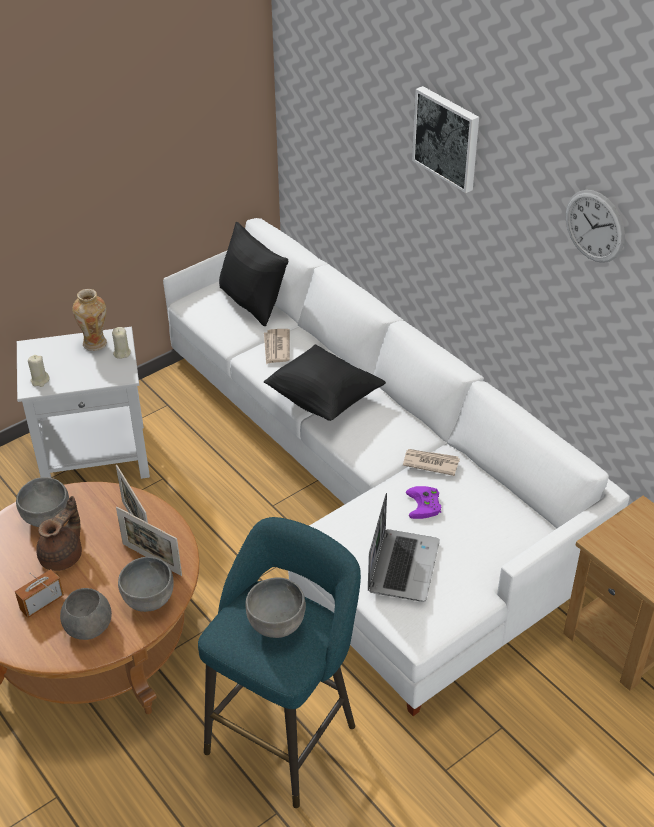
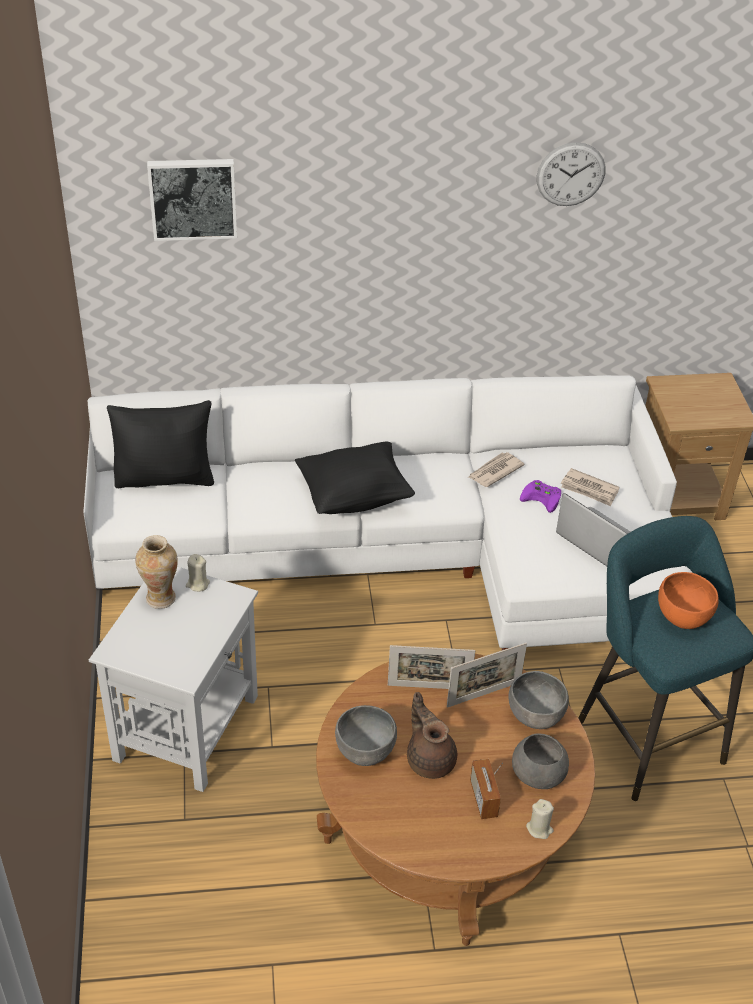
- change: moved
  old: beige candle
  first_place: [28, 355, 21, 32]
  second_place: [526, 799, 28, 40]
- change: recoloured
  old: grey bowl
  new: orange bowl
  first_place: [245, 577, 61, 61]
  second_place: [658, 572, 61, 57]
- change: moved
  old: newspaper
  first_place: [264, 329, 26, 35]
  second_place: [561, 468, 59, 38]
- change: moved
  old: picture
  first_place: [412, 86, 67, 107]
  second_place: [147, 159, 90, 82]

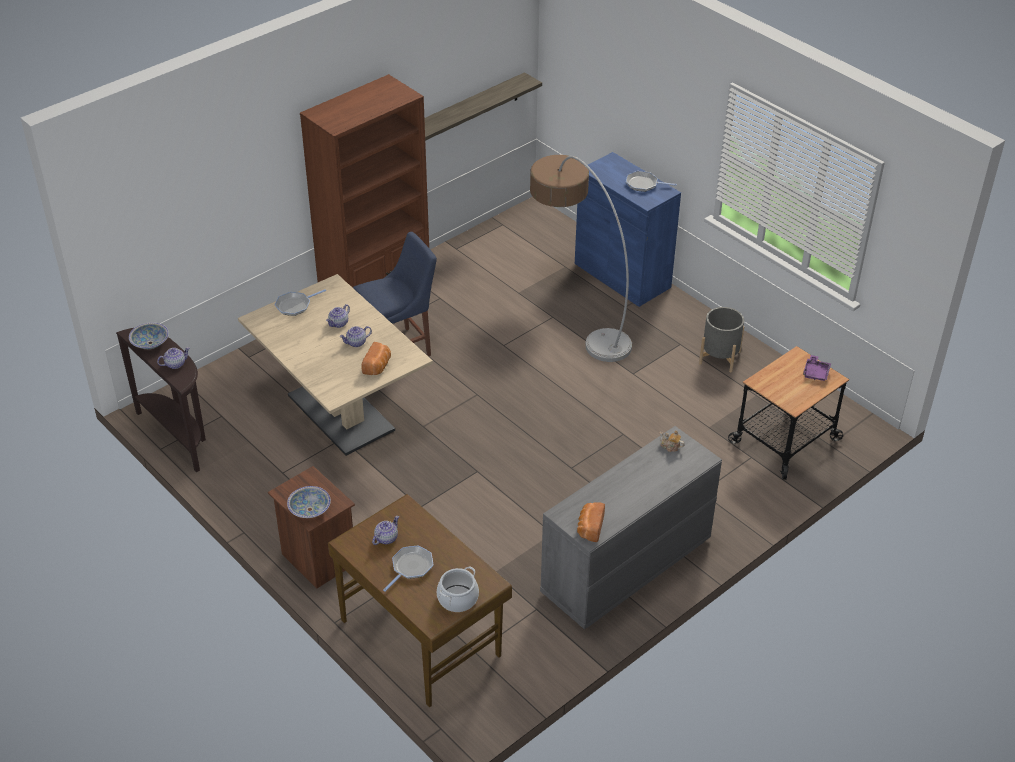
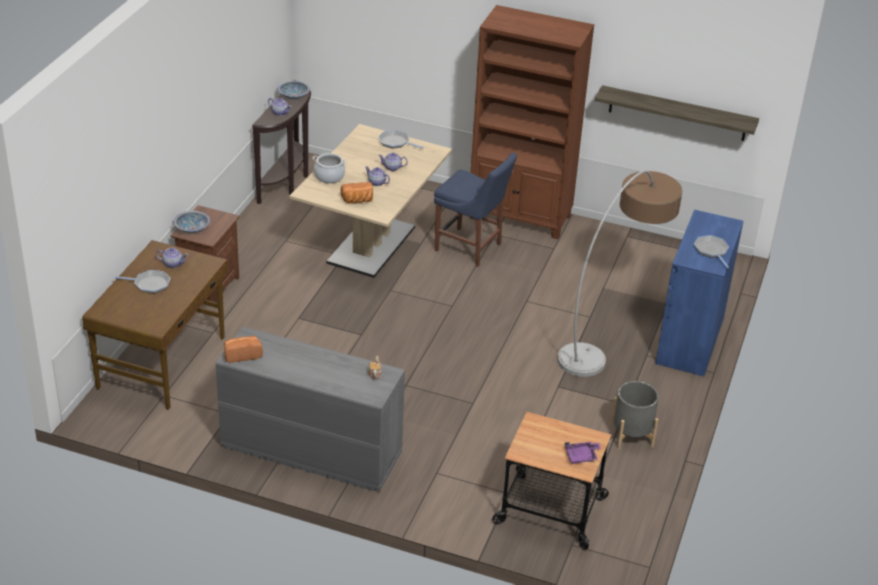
- change: moved
  old: cooking pot
  first_place: [437, 566, 42, 46]
  second_place: [313, 153, 34, 30]

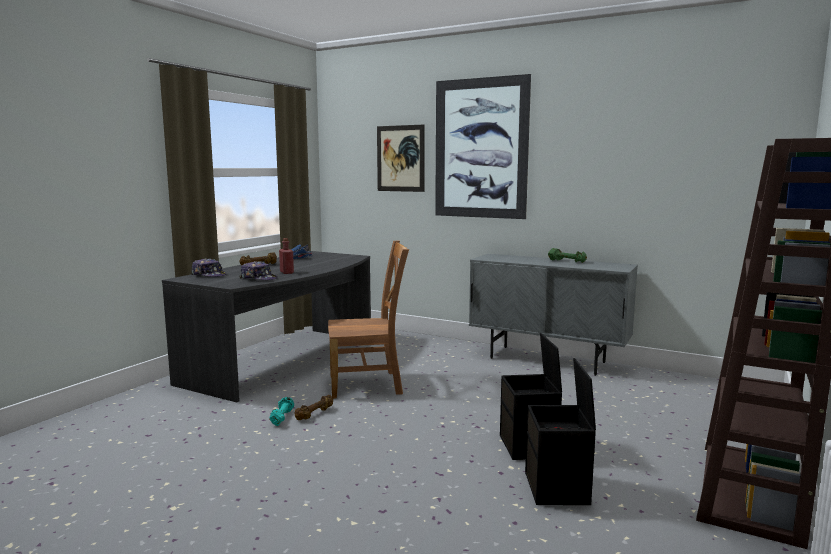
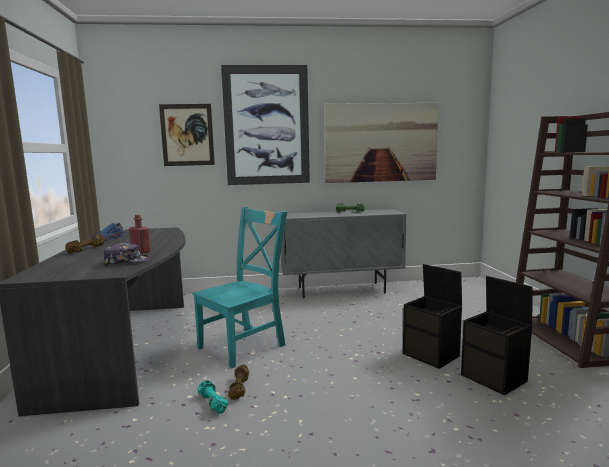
- change: removed
  old: cap
  first_place: [191, 258, 35, 19]
- change: recoloured
  old: brown chair
  new: turquoise chair
  first_place: [328, 240, 81, 159]
  second_place: [193, 207, 94, 161]
- change: added
  new: picture
  second_place: [324, 103, 114, 80]

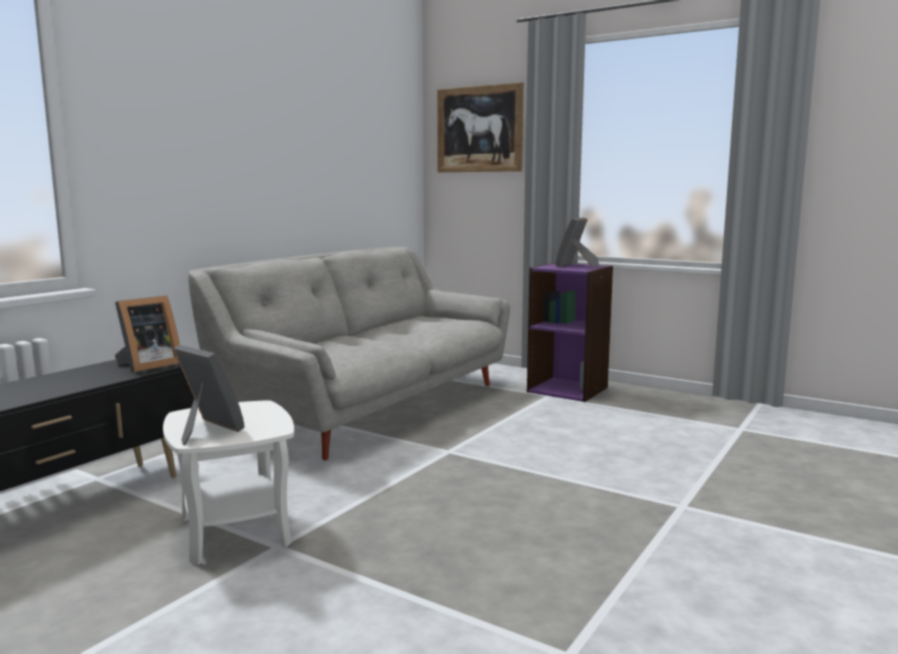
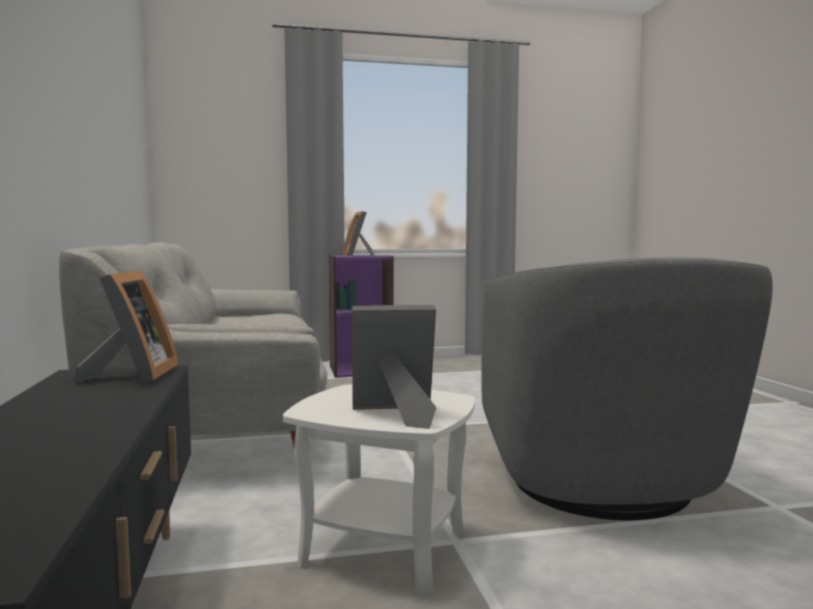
- change: removed
  old: picture
  first_place: [437, 82, 87, 90]
- change: added
  new: grey armchair
  second_place: [481, 257, 292, 263]

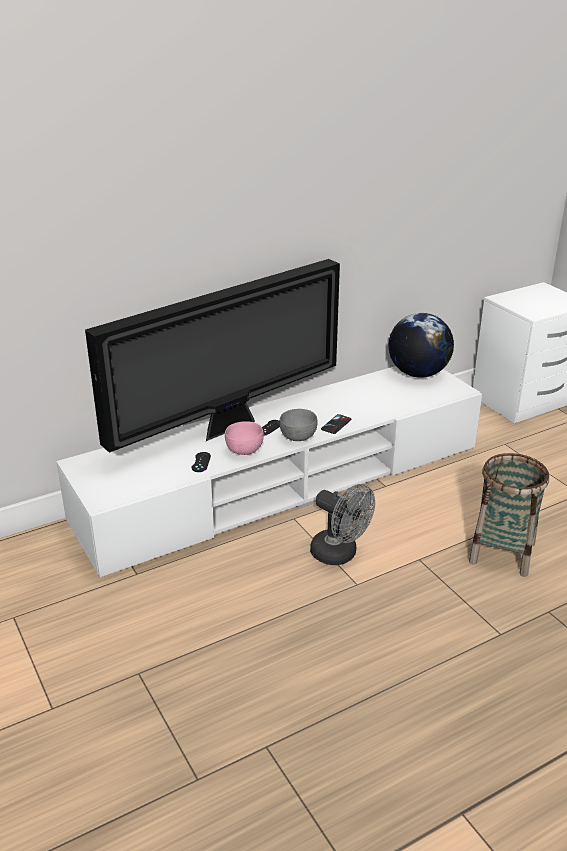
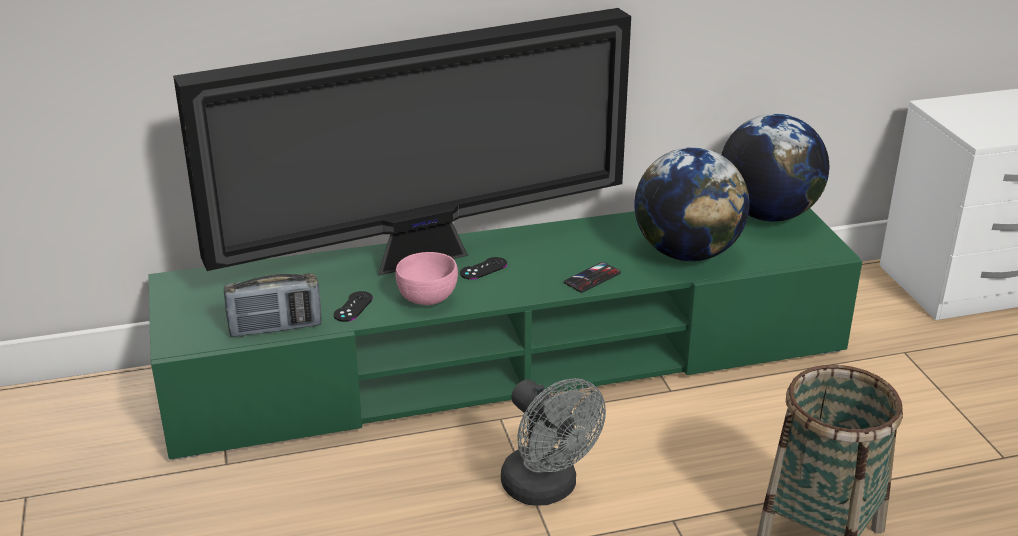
- change: recoloured
  old: white tv stand
  new: green tv stand
  first_place: [56, 366, 426, 211]
  second_place: [148, 208, 714, 252]
- change: removed
  old: grey bowl
  first_place: [279, 409, 39, 32]
- change: added
  new: radio
  second_place: [224, 273, 97, 64]
- change: added
  new: globe
  second_place: [634, 147, 116, 114]

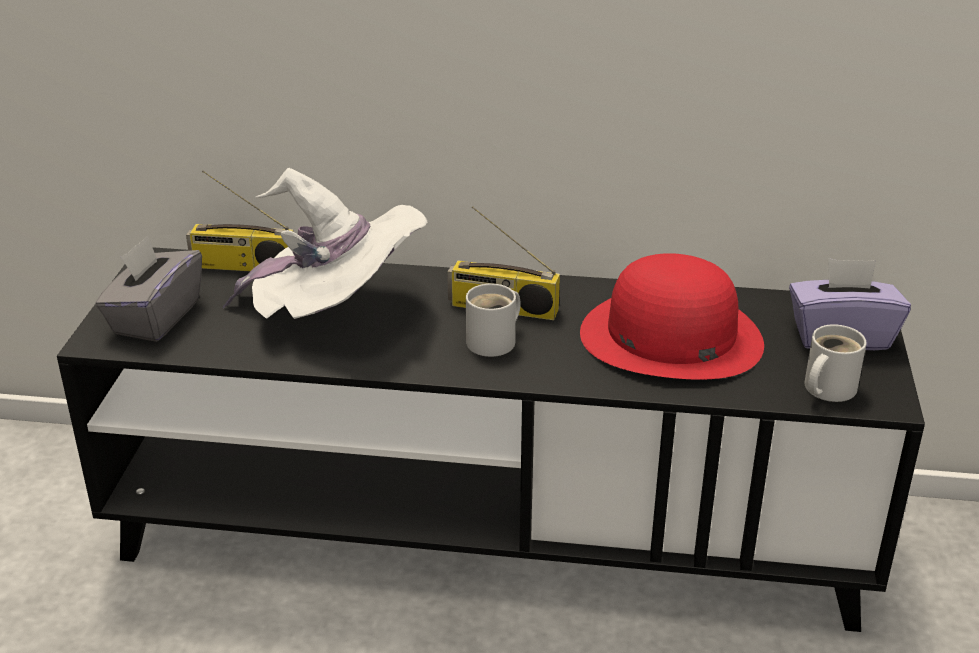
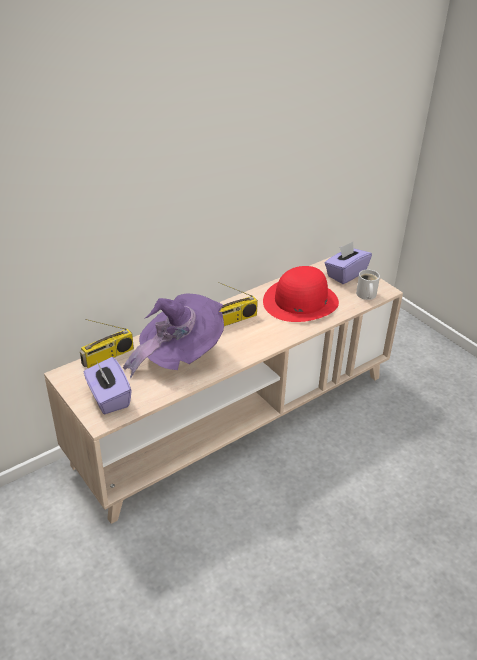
- change: recoloured
  old: black tv stand
  new: beige tv stand
  first_place: [57, 247, 868, 385]
  second_place: [44, 257, 359, 267]
- change: recoloured
  old: grey tissue box
  new: purple tissue box
  first_place: [95, 235, 107, 107]
  second_place: [84, 357, 48, 57]
- change: recoloured
  old: white hat
  new: purple hat
  first_place: [223, 168, 204, 151]
  second_place: [123, 293, 101, 85]
- change: removed
  old: white mug
  first_place: [466, 284, 55, 73]

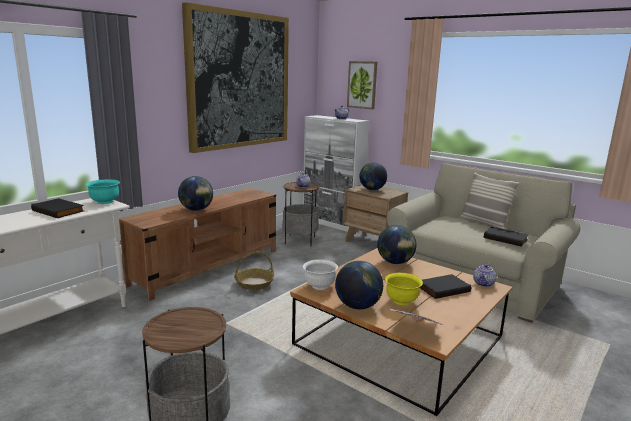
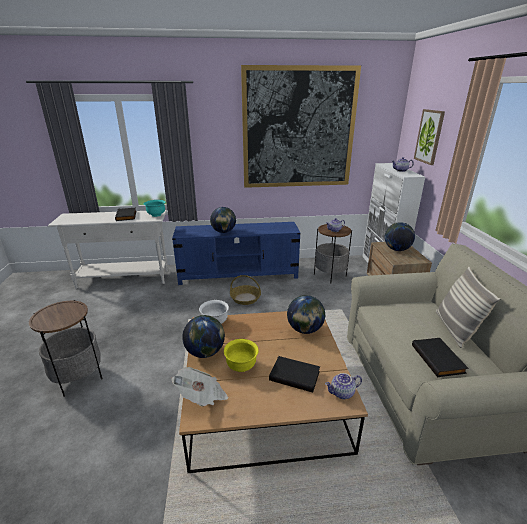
- change: recoloured
  old: brown tv stand
  new: blue tv stand
  first_place: [119, 188, 157, 113]
  second_place: [172, 222, 129, 63]

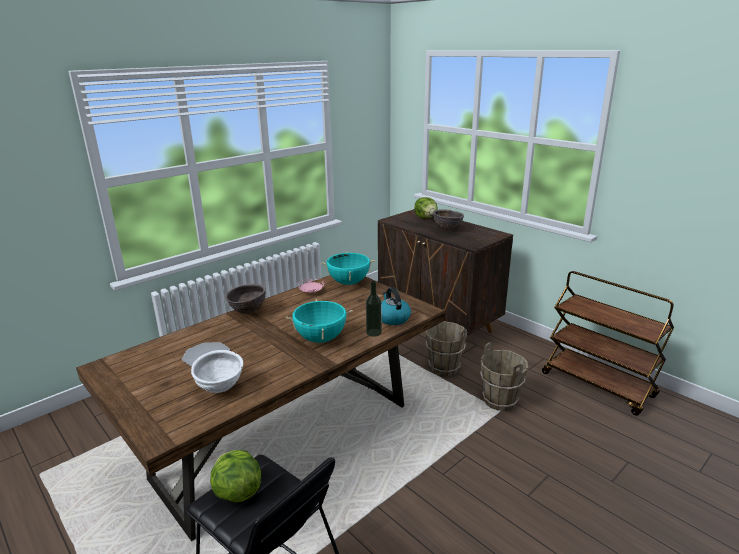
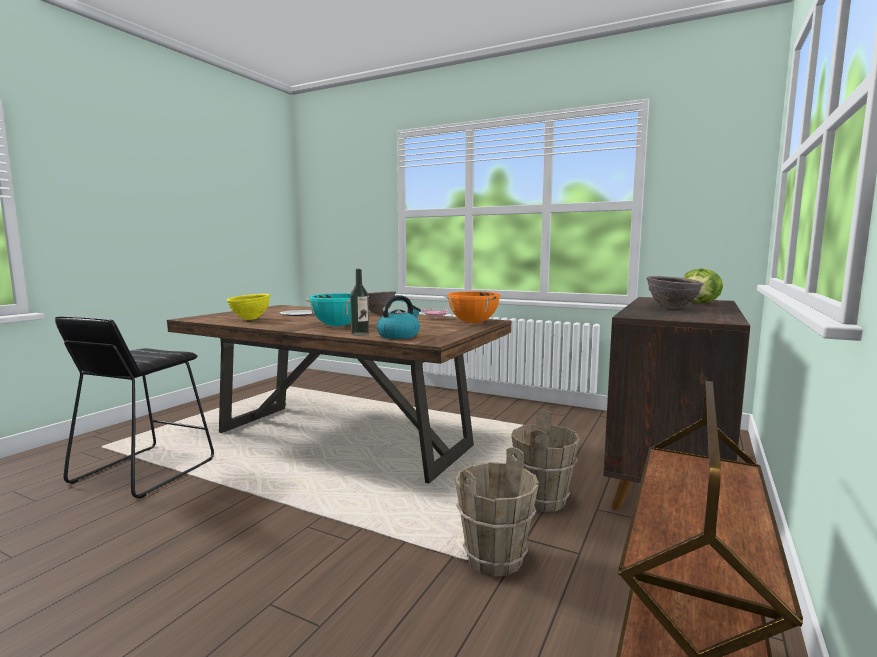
- change: recoloured
  old: white bowl
  new: yellow bowl
  first_place: [191, 350, 52, 43]
  second_place: [227, 294, 43, 26]
- change: removed
  old: lettuce
  first_place: [210, 450, 51, 53]
- change: recoloured
  old: turquoise cooking pot
  new: orange cooking pot
  first_place: [321, 252, 54, 33]
  second_place: [445, 292, 56, 31]

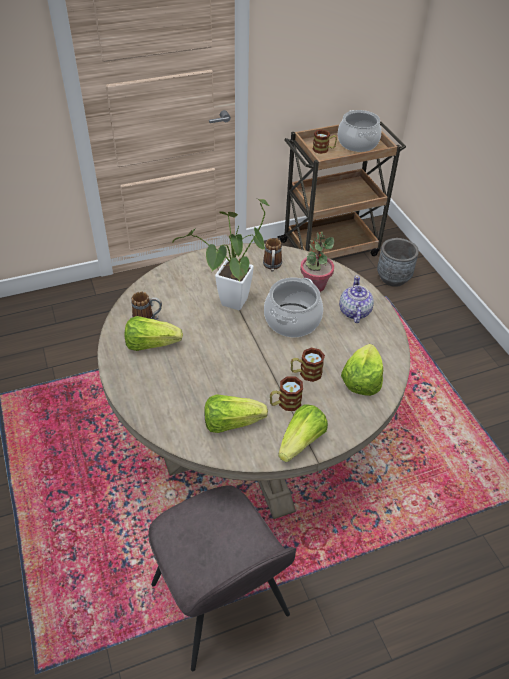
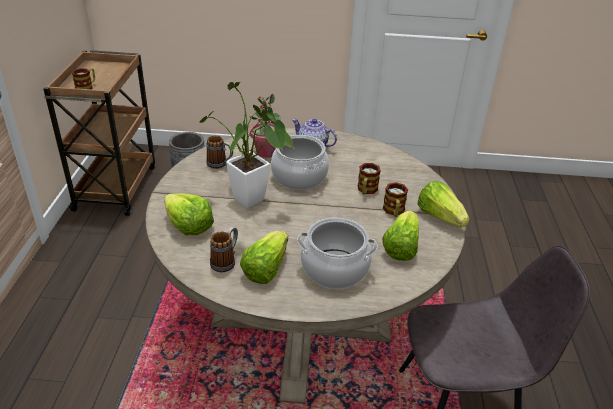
- change: moved
  old: cooking pot
  first_place: [338, 110, 43, 42]
  second_place: [297, 217, 81, 72]
- change: moved
  old: lettuce
  first_place: [341, 344, 42, 52]
  second_place: [164, 193, 50, 42]

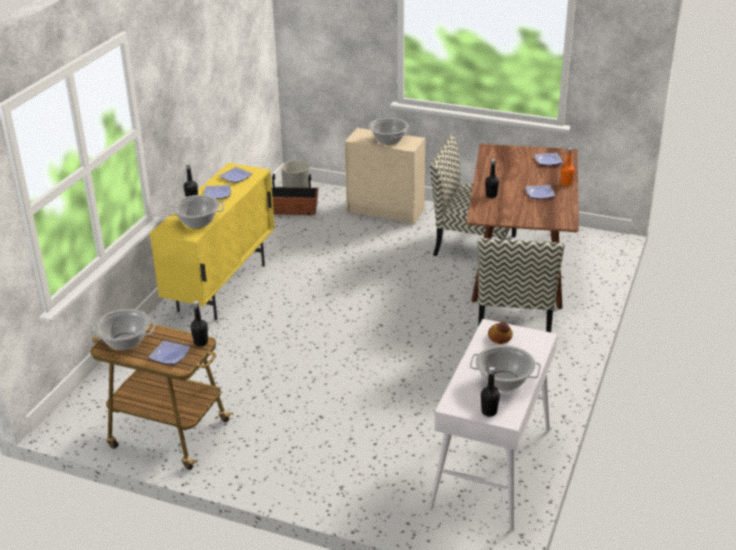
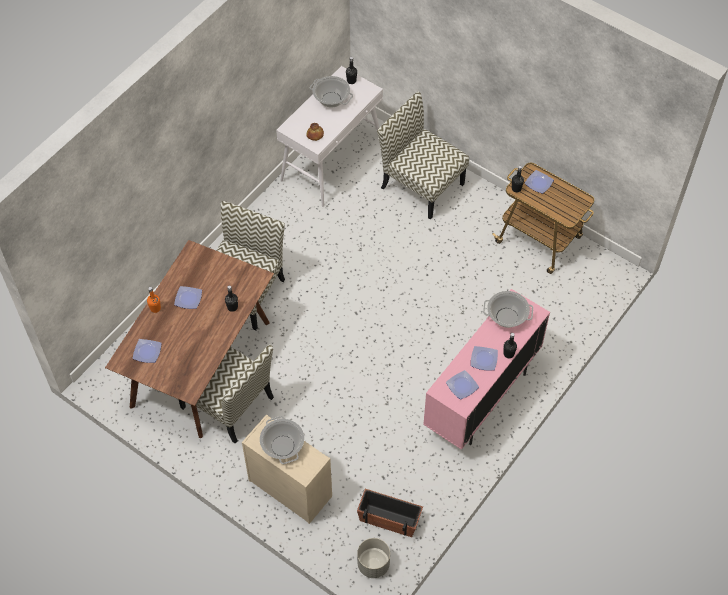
- change: removed
  old: cooking pot
  first_place: [89, 309, 67, 42]
- change: recoloured
  old: yellow cabinet
  new: pink cabinet
  first_place: [149, 163, 126, 157]
  second_place: [423, 289, 127, 161]
- change: added
  new: chair
  second_place: [377, 92, 92, 128]

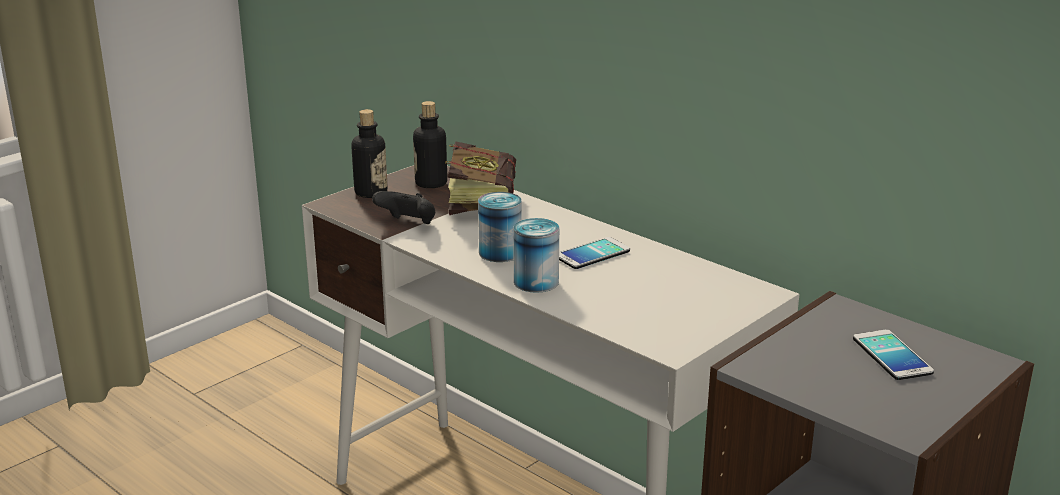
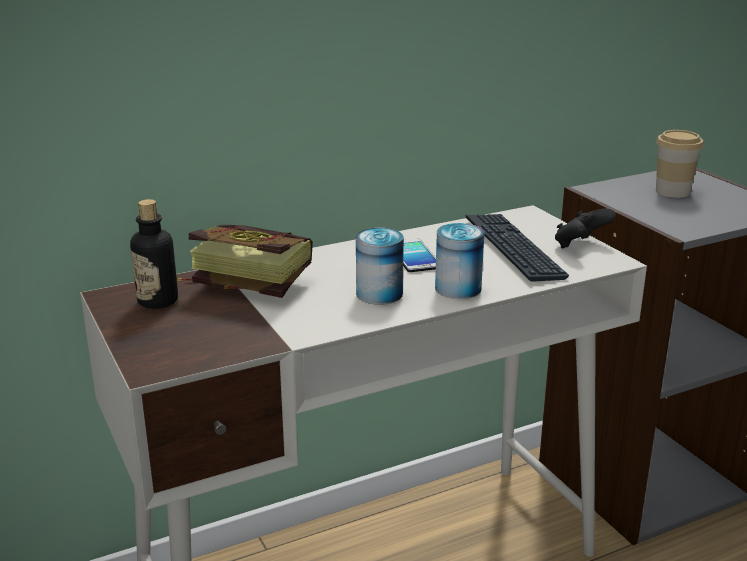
- change: removed
  old: bottle
  first_place: [351, 109, 36, 89]
- change: moved
  old: black game controller
  first_place: [372, 191, 63, 33]
  second_place: [555, 209, 61, 39]
- change: replaced
  old: phone
  new: cup
  first_place: [853, 330, 81, 50]
  second_place: [656, 130, 47, 68]
- change: added
  new: keyboard
  second_place: [466, 214, 103, 68]

